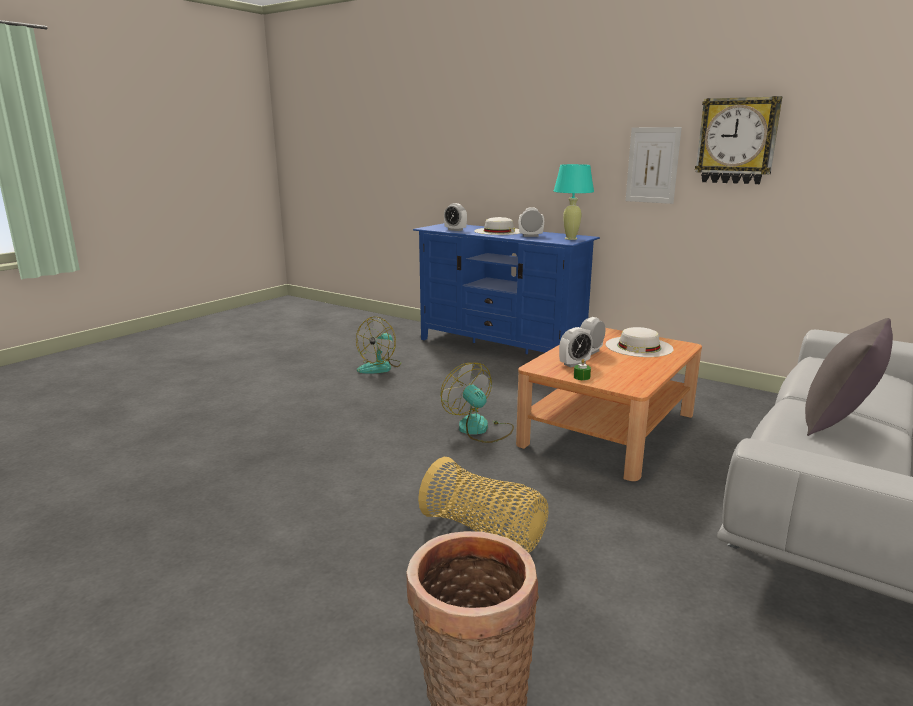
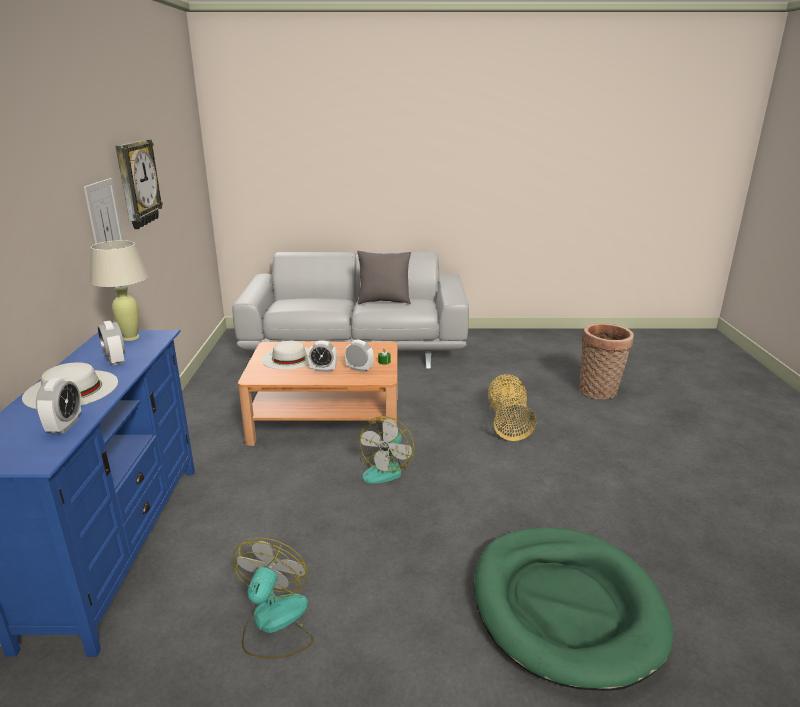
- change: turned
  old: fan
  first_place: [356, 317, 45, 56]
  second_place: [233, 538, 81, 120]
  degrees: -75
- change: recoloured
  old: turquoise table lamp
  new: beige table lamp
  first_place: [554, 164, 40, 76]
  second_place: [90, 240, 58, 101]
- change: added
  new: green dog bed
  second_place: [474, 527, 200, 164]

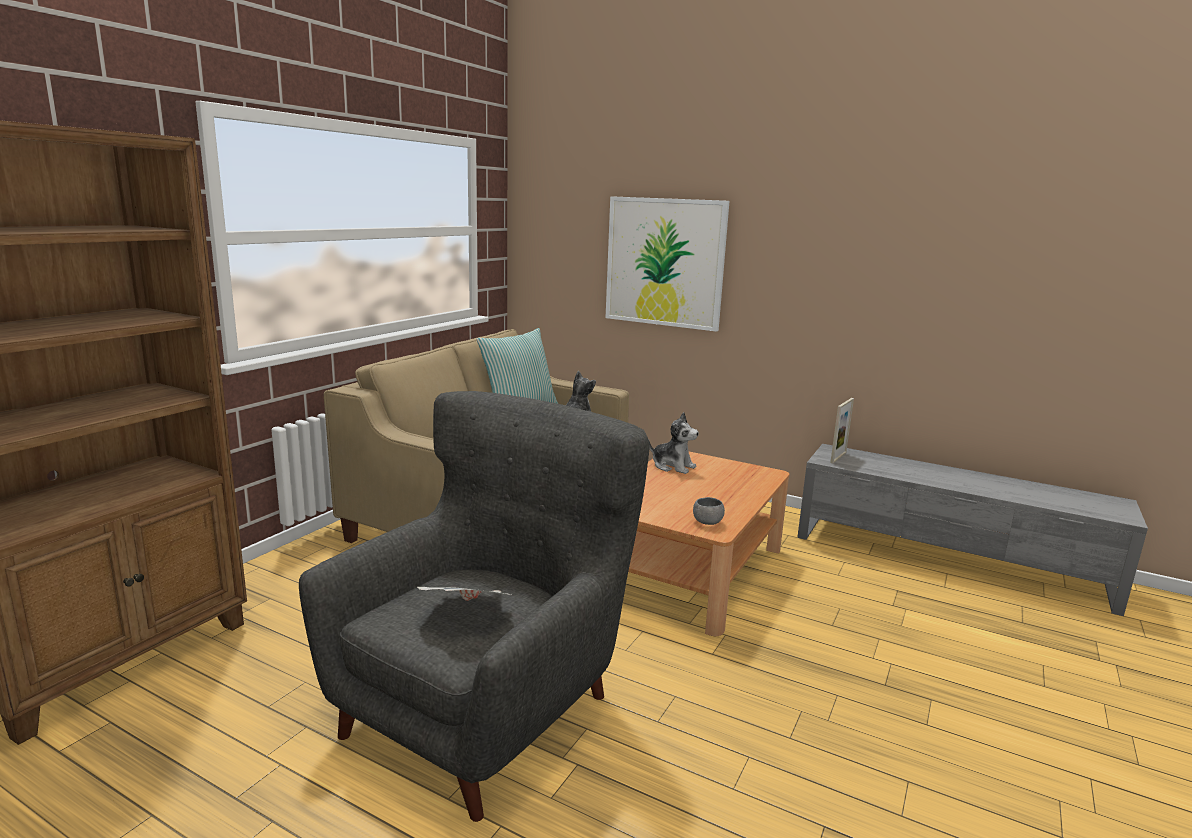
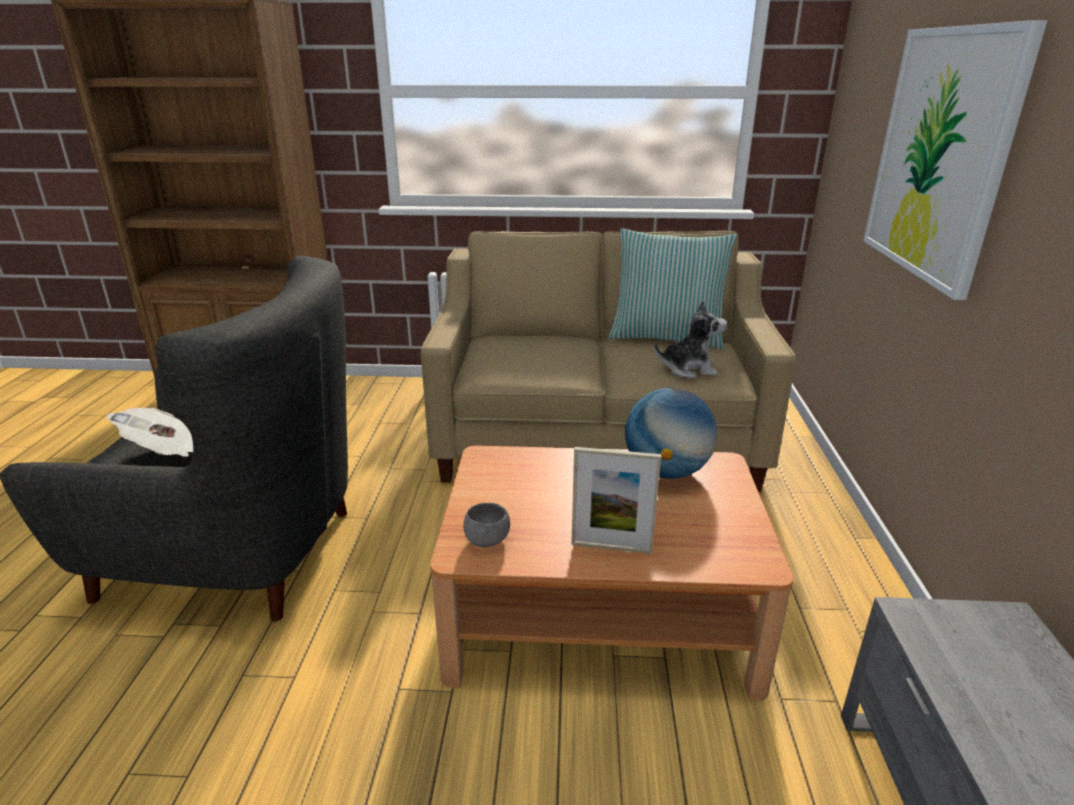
- change: replaced
  old: plush toy
  new: globe
  first_place: [648, 412, 51, 62]
  second_place: [625, 388, 92, 91]
- change: moved
  old: picture frame
  first_place: [830, 398, 24, 65]
  second_place: [571, 447, 90, 107]

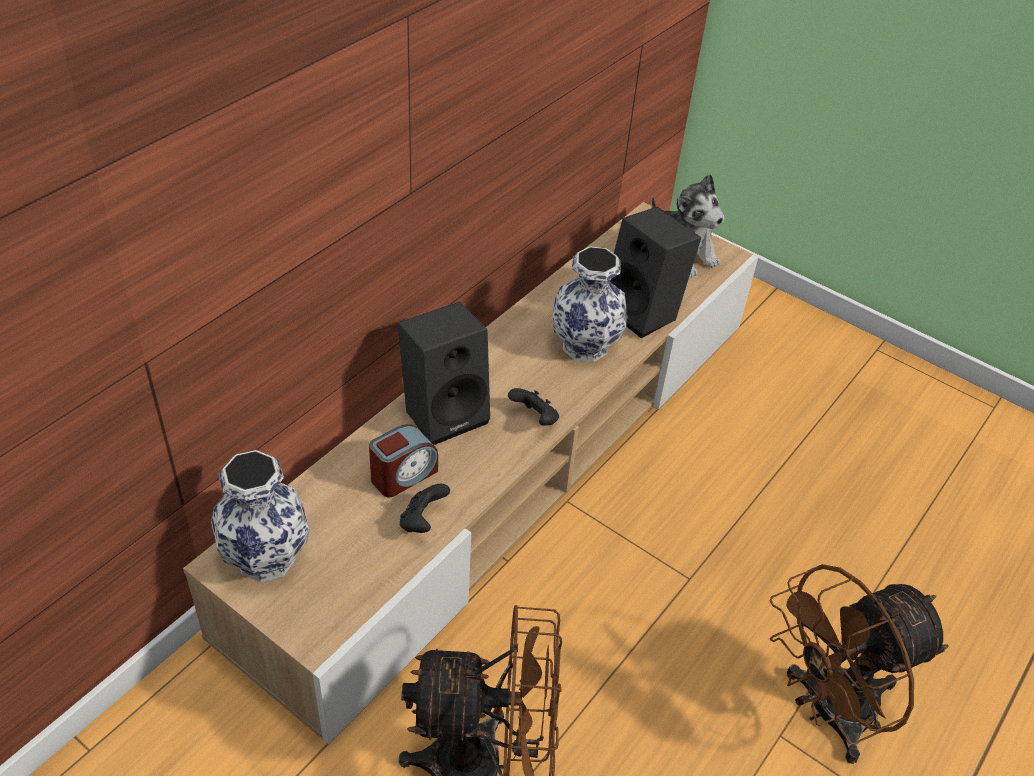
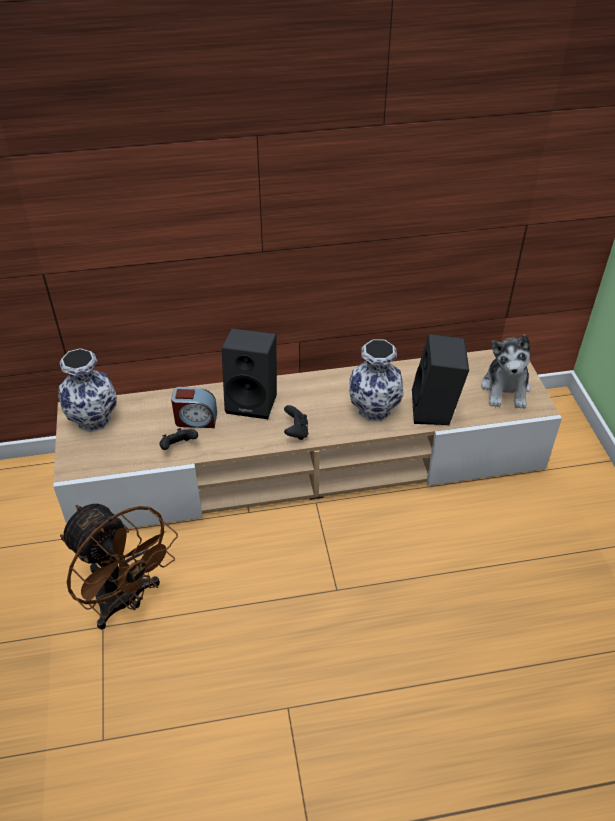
- change: removed
  old: brown fan
  first_place: [770, 564, 179, 200]

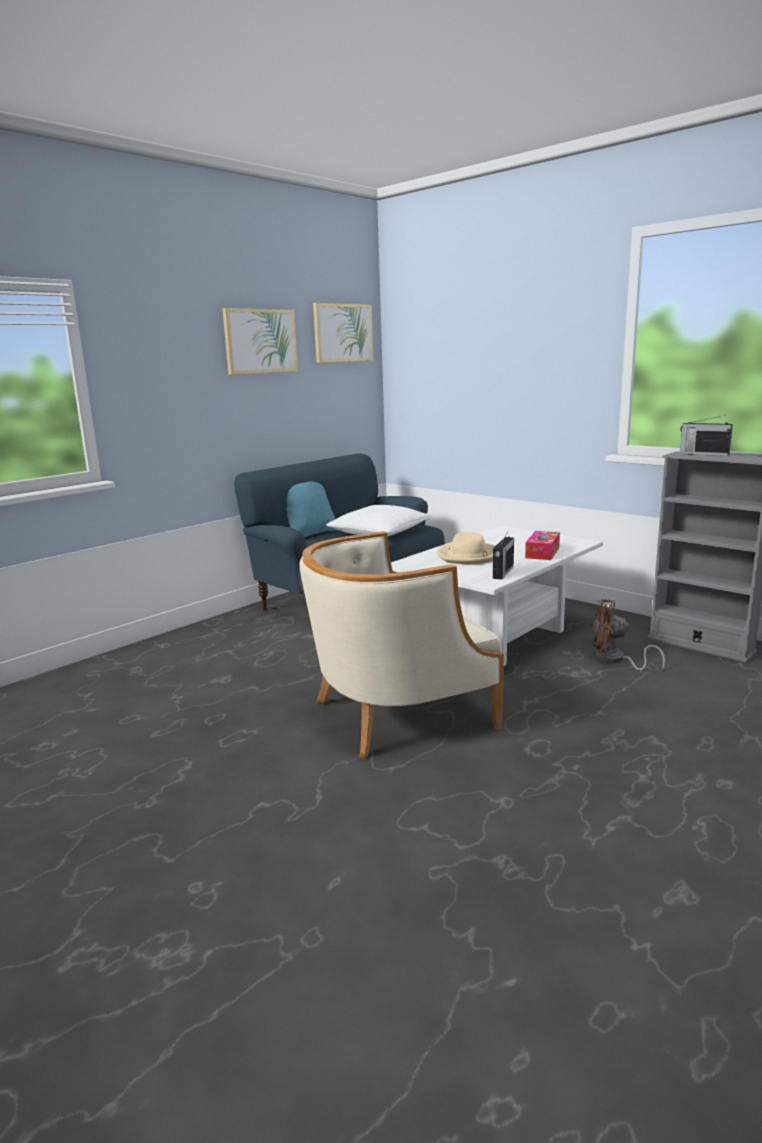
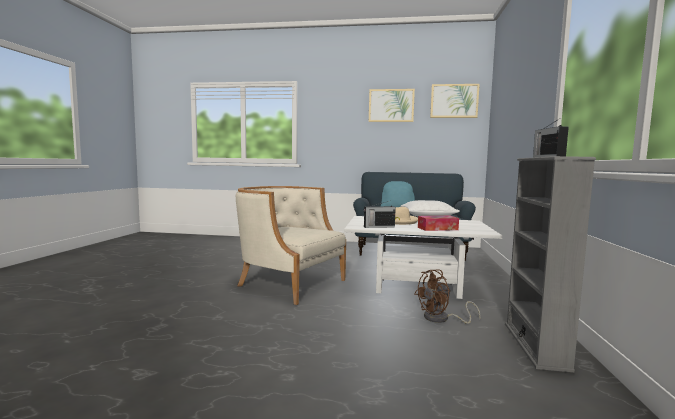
- change: turned
  old: brown fan
  first_place: [591, 599, 74, 72]
  second_place: [414, 269, 67, 55]
  degrees: -90

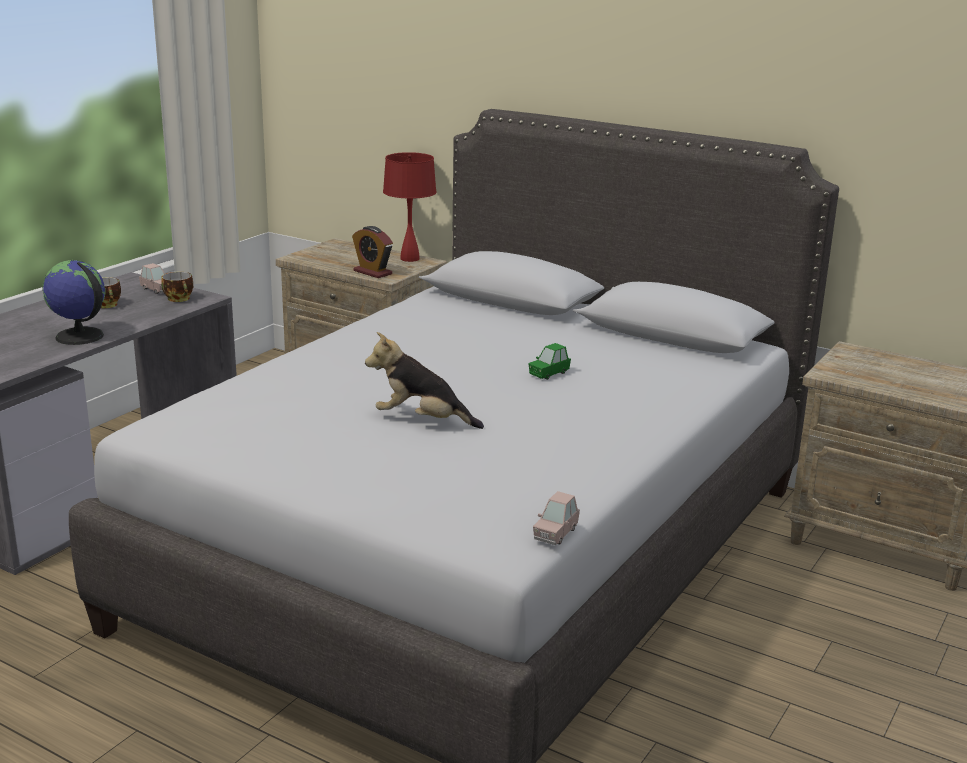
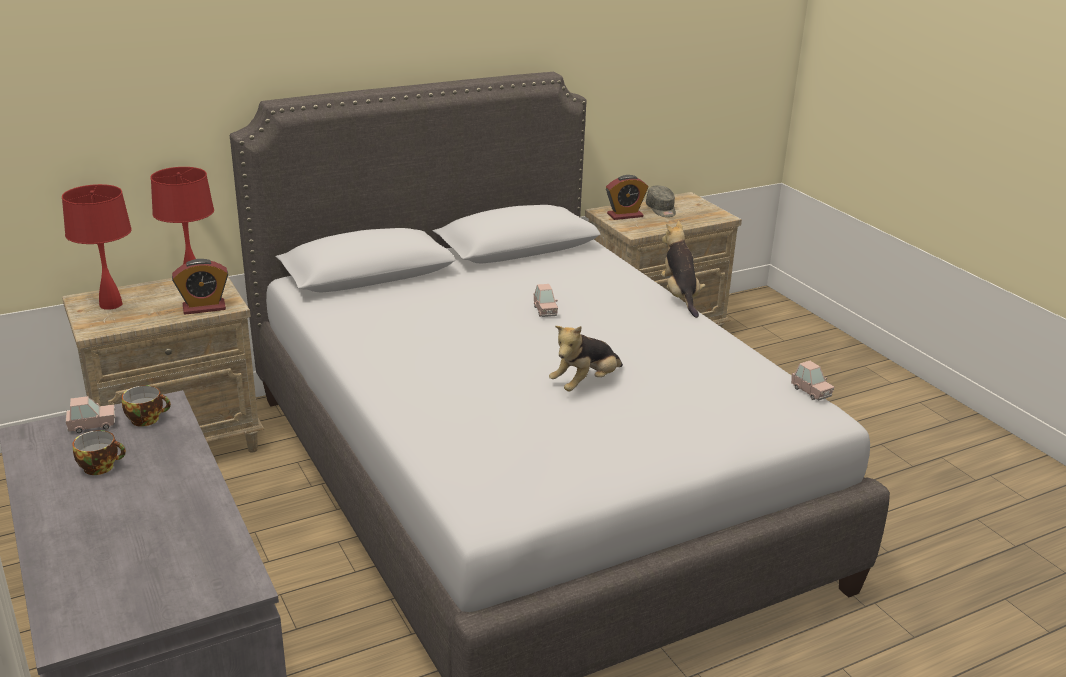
- change: removed
  old: globe
  first_place: [42, 260, 64, 85]
- change: recoloured
  old: green toy car
  new: pink toy car
  first_place: [528, 343, 43, 37]
  second_place: [534, 284, 24, 33]
- change: added
  new: red table lamp
  second_place: [62, 184, 70, 126]
- change: added
  new: alarm clock
  second_place: [606, 175, 42, 45]
- change: added
  new: grey cap
  second_place: [646, 185, 30, 32]
- change: added
  new: plush toy
  second_place: [661, 221, 45, 97]

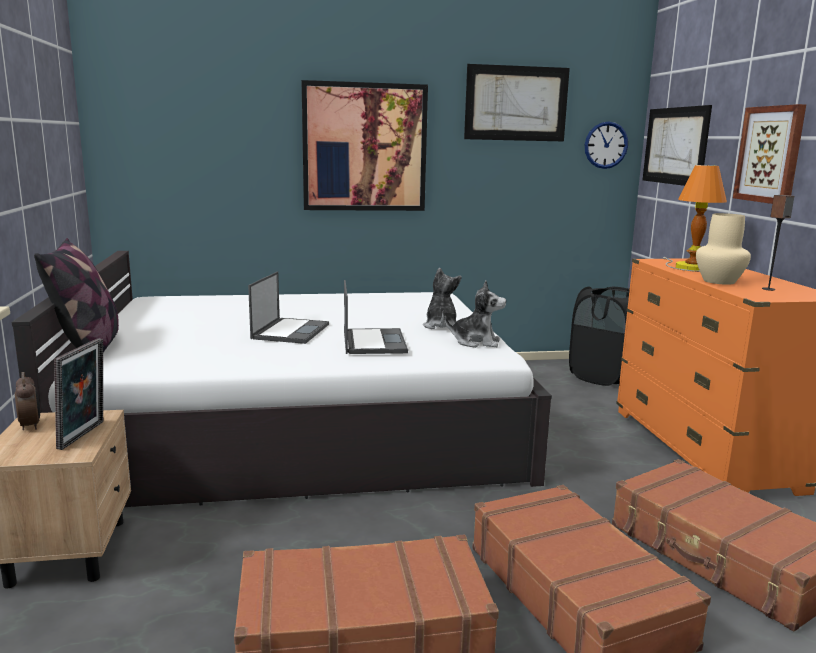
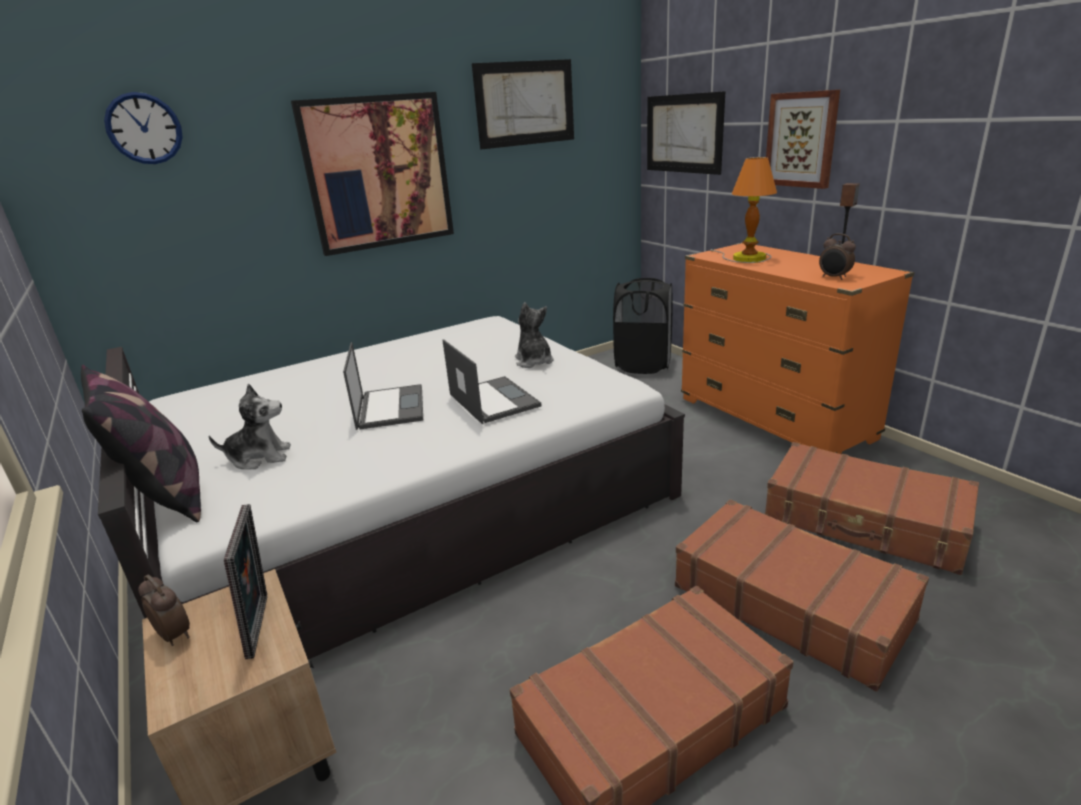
- change: moved
  old: plush toy
  first_place: [445, 281, 61, 67]
  second_place: [209, 384, 82, 85]
- change: moved
  old: wall clock
  first_place: [585, 122, 43, 47]
  second_place: [104, 92, 79, 72]
- change: removed
  old: beige vase
  first_place: [696, 213, 55, 72]
- change: added
  new: alarm clock
  second_place: [819, 233, 37, 47]

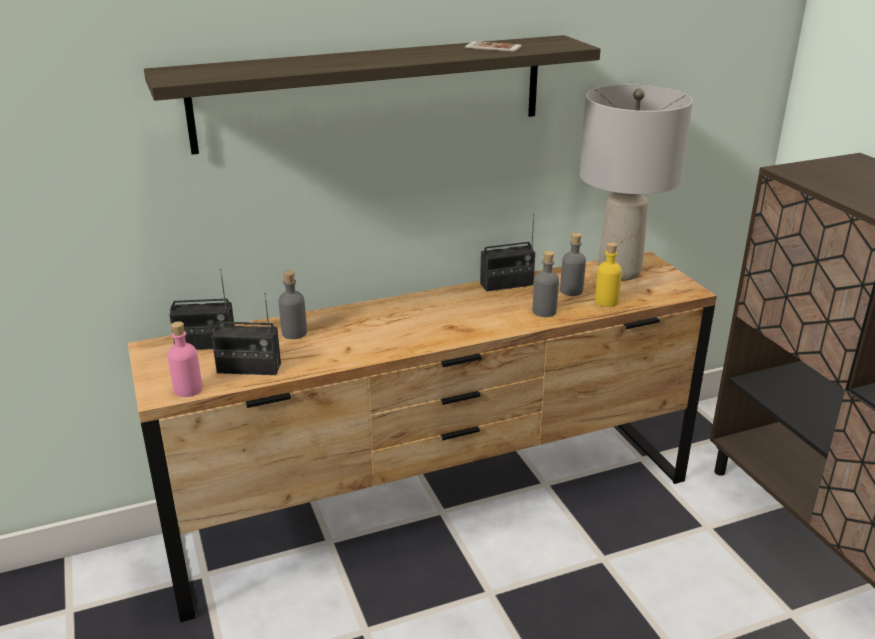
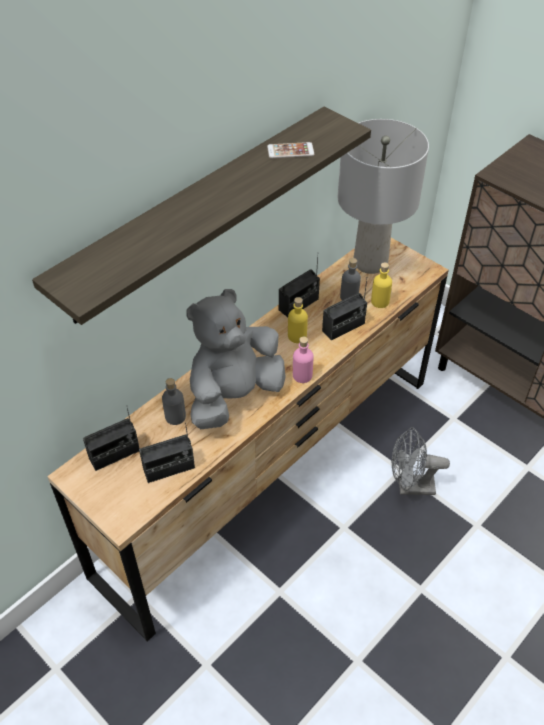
- change: moved
  old: pink bottle
  first_place: [167, 321, 35, 76]
  second_place: [293, 337, 20, 46]
- change: replaced
  old: grey bottle
  new: radio
  first_place: [533, 251, 26, 66]
  second_place: [322, 280, 45, 61]
- change: added
  new: grey plush toy
  second_place: [186, 289, 100, 140]
- change: added
  new: yellow bottle
  second_place: [288, 297, 20, 46]
- change: added
  new: grey fan
  second_place: [392, 427, 58, 68]

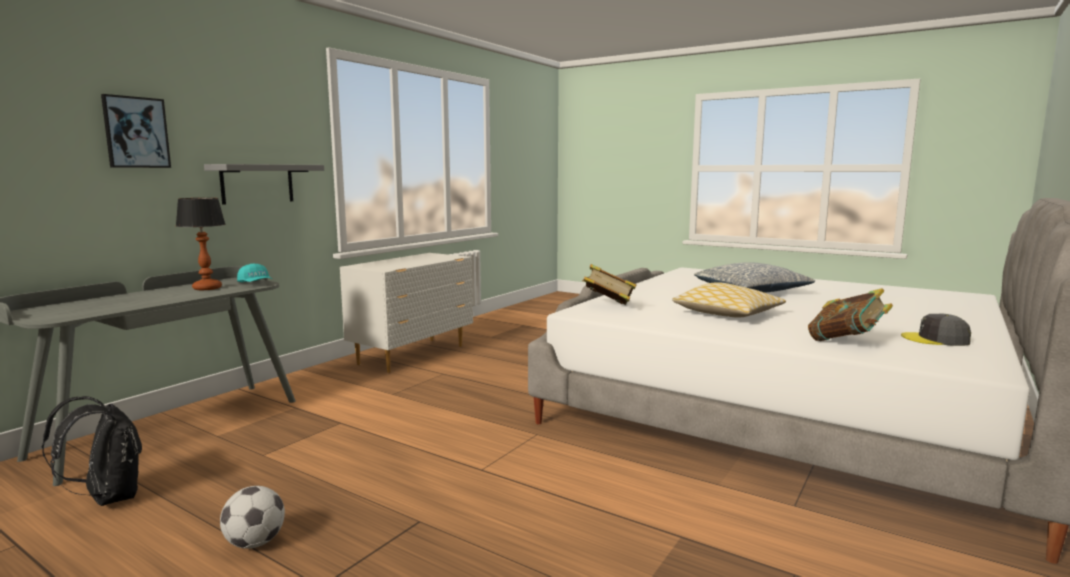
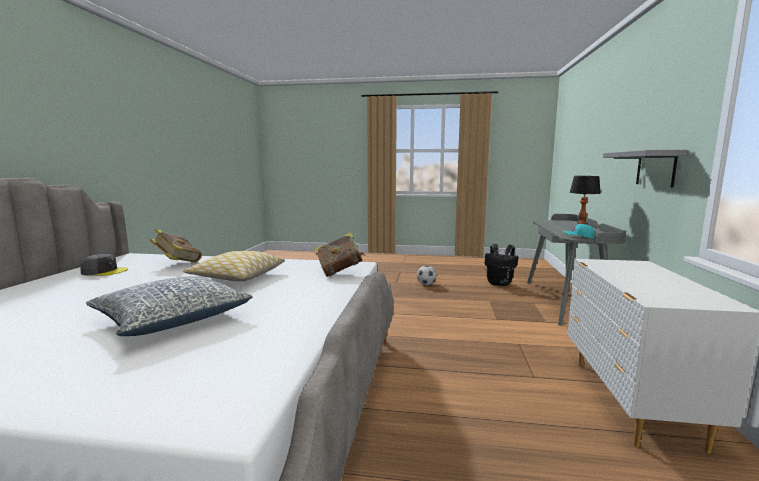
- change: removed
  old: picture
  first_place: [101, 94, 70, 74]

